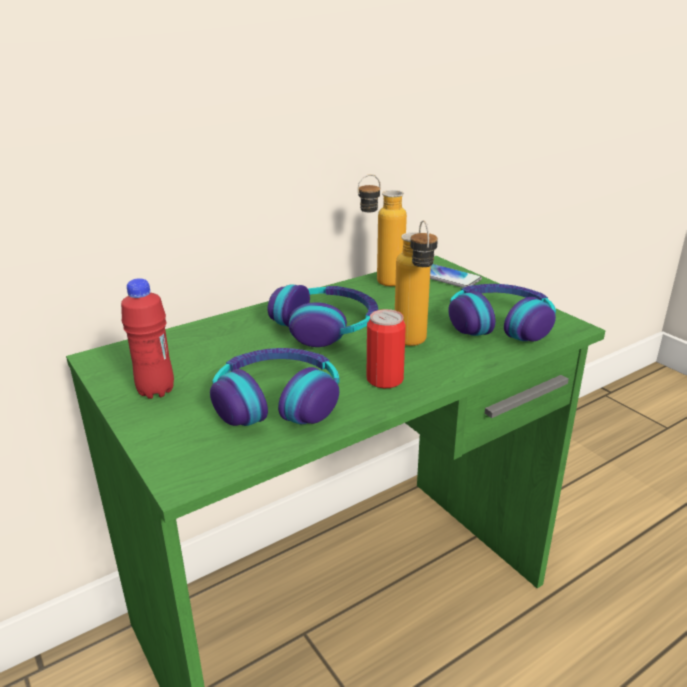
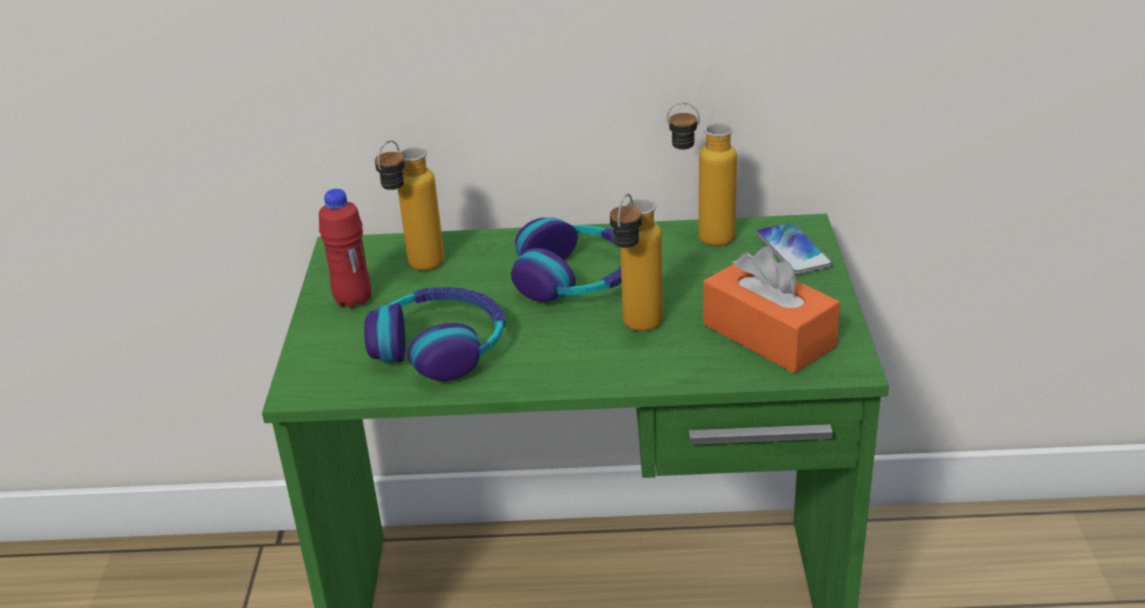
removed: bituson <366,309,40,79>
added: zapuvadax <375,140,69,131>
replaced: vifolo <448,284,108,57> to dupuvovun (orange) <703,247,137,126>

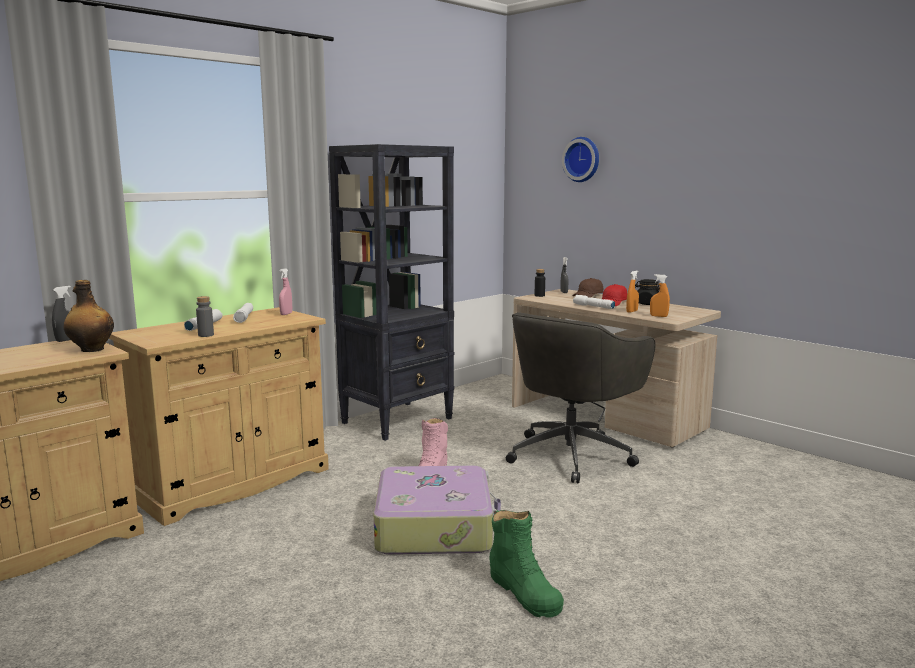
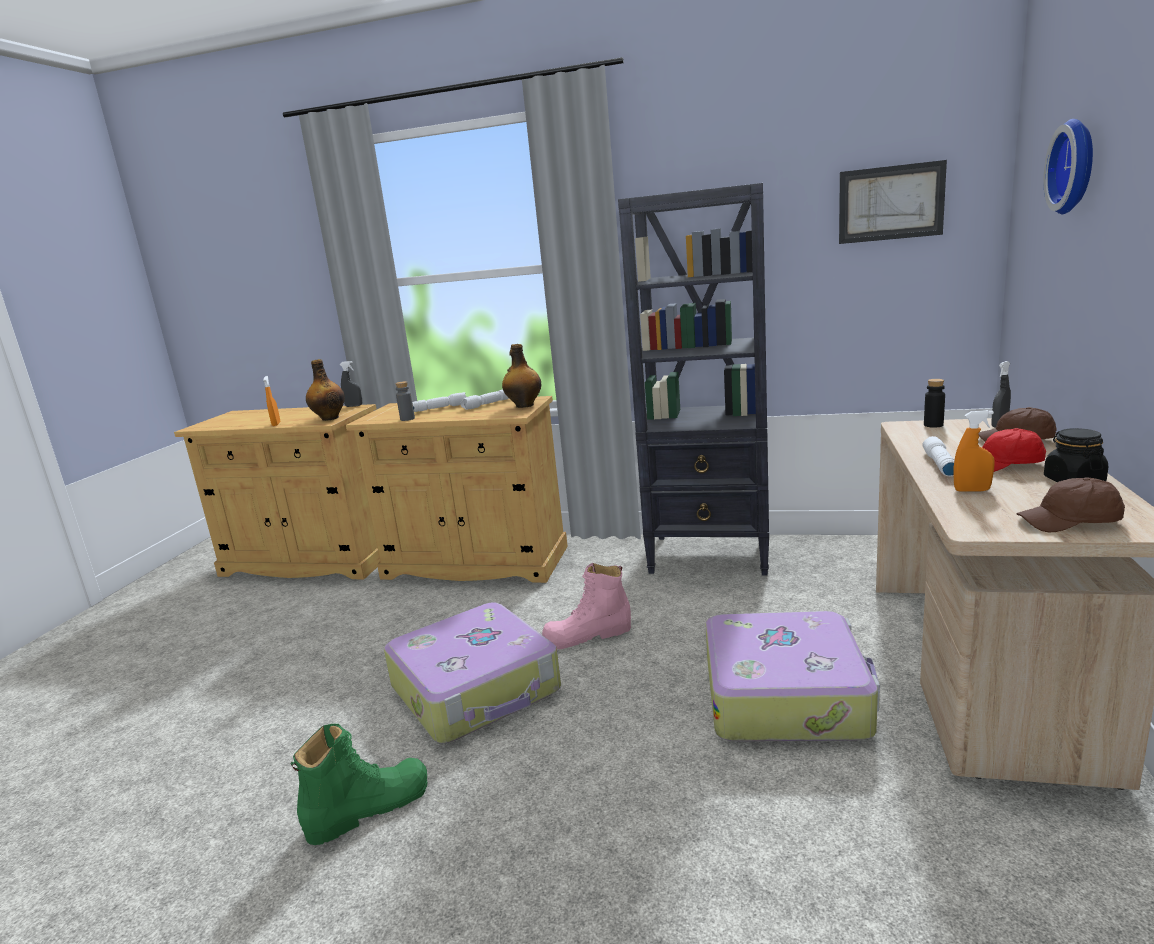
added: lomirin <839,160,108,84>; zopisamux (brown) <1016,477,109,55>
moved: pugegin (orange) <650,274,20,43> to <263,376,17,50>
replaced: pugegin (pink) <279,268,13,47> to zapuvadax <502,344,39,64>; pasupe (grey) <506,312,150,172> to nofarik <705,611,175,130>
turned: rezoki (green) <490,510,74,108> = <290,724,138,121> 150 degrees counterclockwise

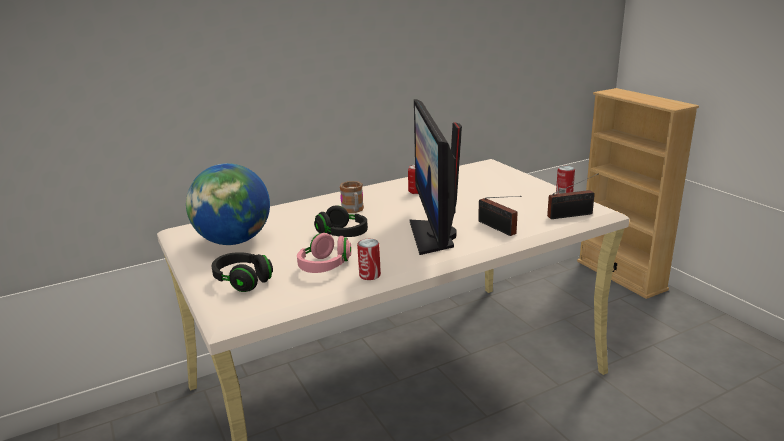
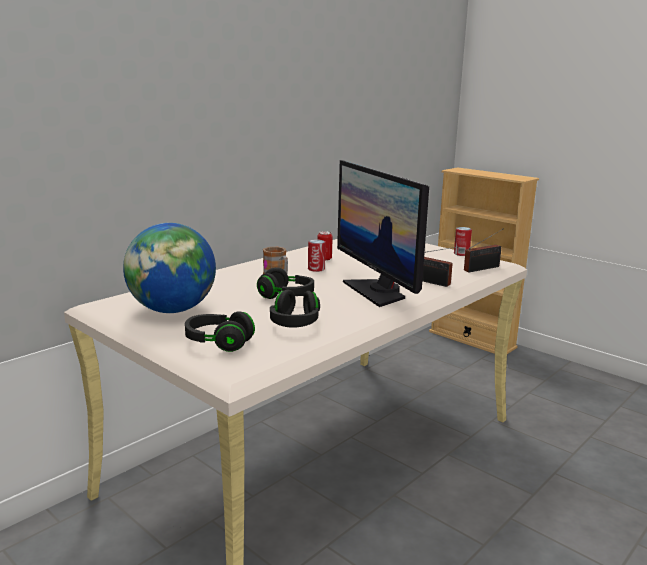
moved: bituson <357,239,24,41> to <308,239,18,33>
recoloured: vifolo (pink) <297,233,55,40> to vifolo (black) <270,290,50,38>

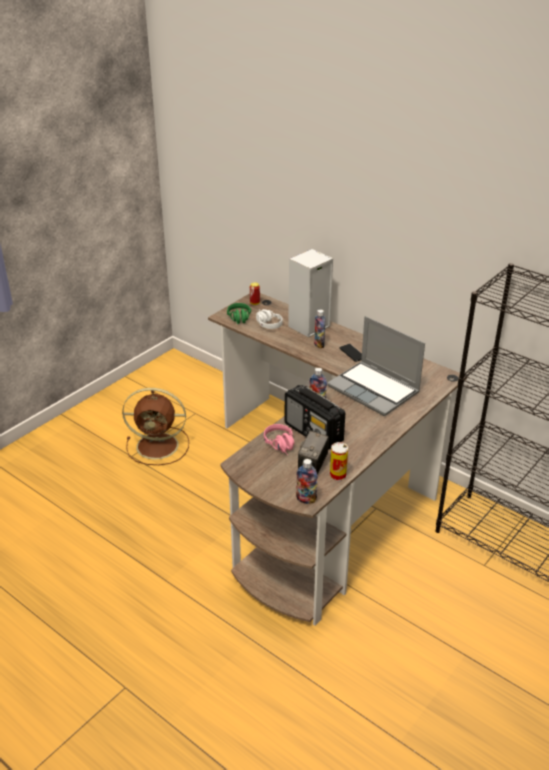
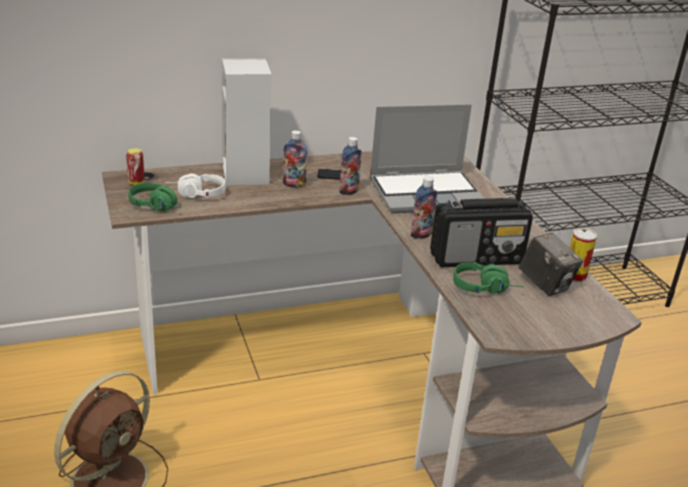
moved: zapuvadax <296,459,22,45> to <339,137,23,58>
recoloured: vifolo (pink) <264,424,30,31> to vifolo (green) <453,262,71,32>

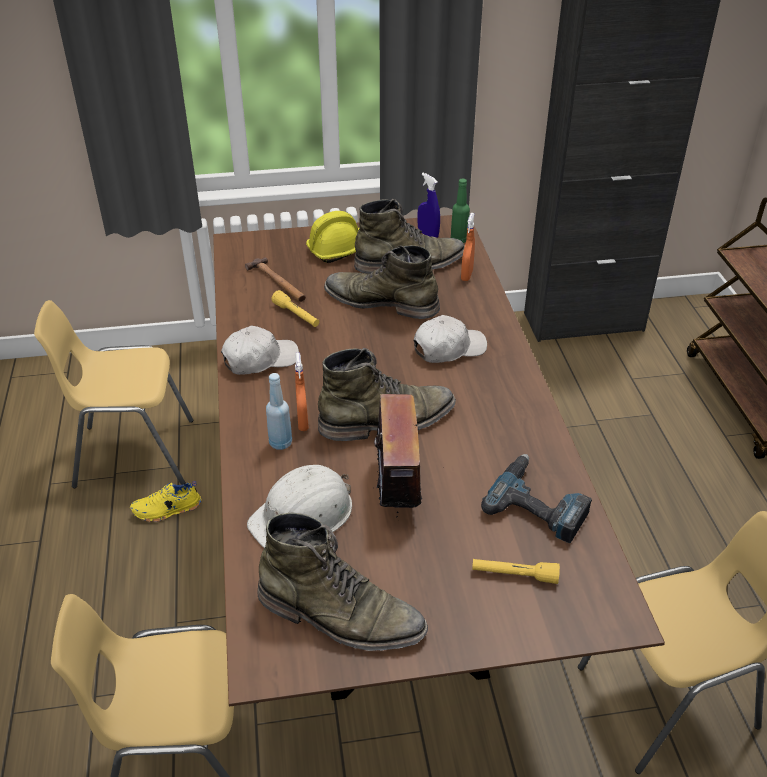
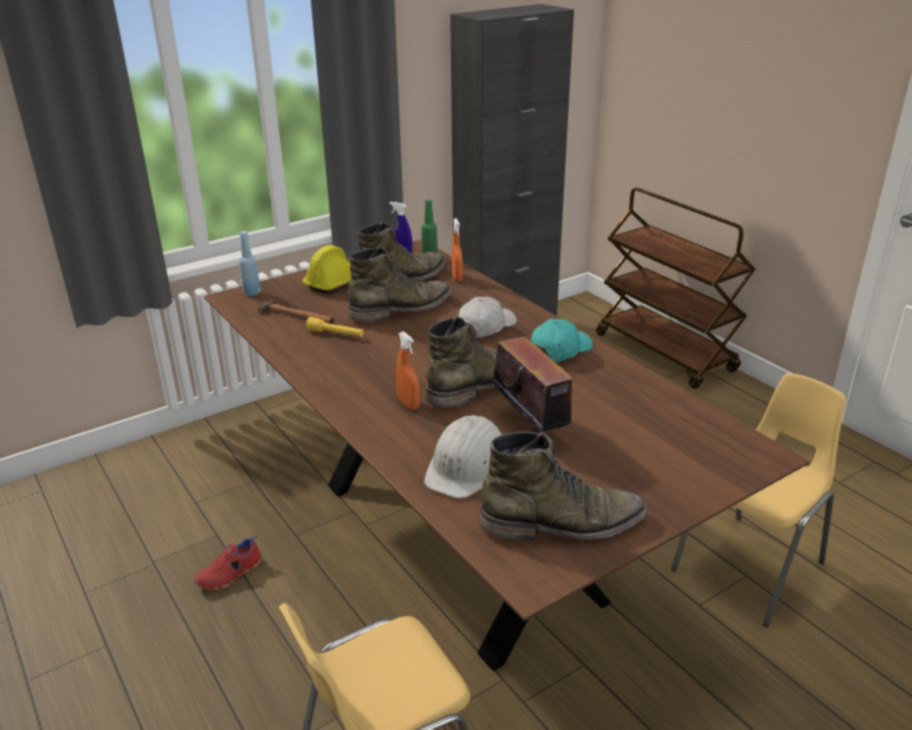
removed: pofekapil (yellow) <34,300,160,188>; zopisamux (white) <221,326,78,49>; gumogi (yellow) <472,559,88,25>; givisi <481,454,111,89>
added: zopisamux (turquoise) <531,319,62,43>
moved: zapuvadax (blue) <266,373,26,77> to <239,231,22,65>
recoloured: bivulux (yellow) <130,481,72,41> to bivulux (red) <194,535,68,55>
turned: rezoki (green) <324,245,116,74> = <348,246,103,76> 150 degrees clockwise

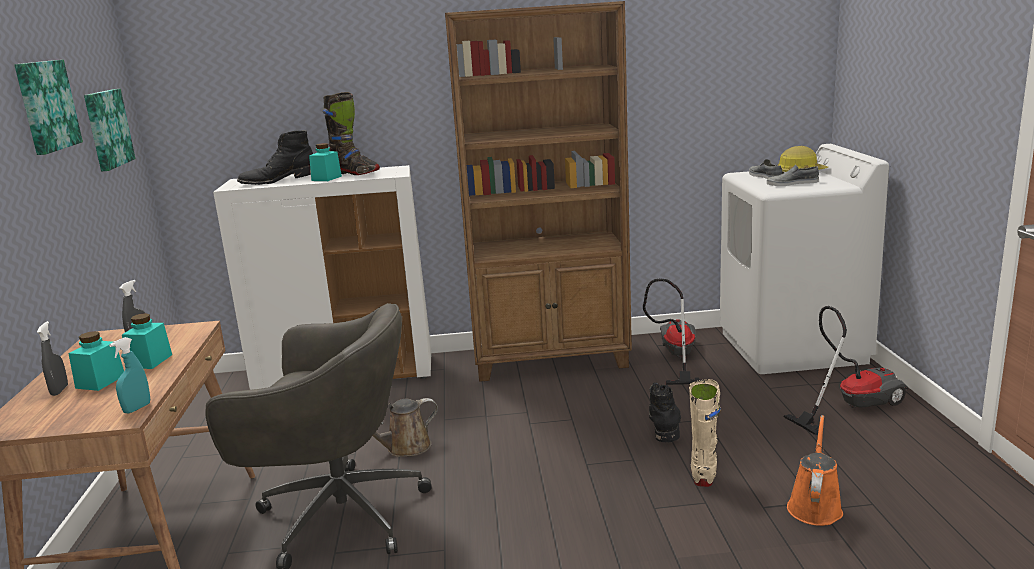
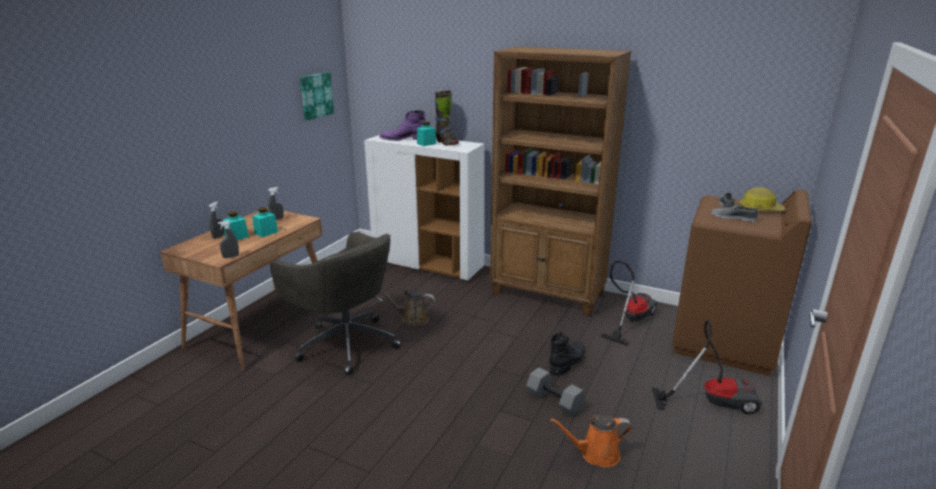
removed: lomirin <14,60,69,95>
replaced: rezoki (beige) <689,379,32,108> to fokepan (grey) <526,368,60,49>
recoloured: pugegin (turquoise) <109,337,41,76> to pugegin (grey) <218,221,21,37>; rezoki (black) <237,130,76,55> to rezoki (purple) <379,110,47,31>; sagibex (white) <720,144,169,230> to sagibex (brown) <672,189,140,187>
turned: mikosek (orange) <787,415,56,111> = <550,415,82,52> 150 degrees counterclockwise

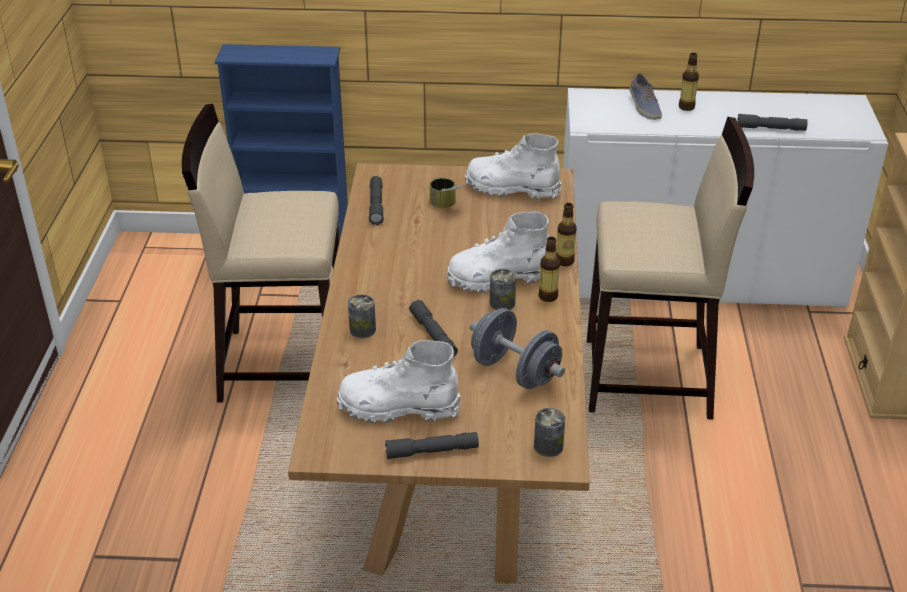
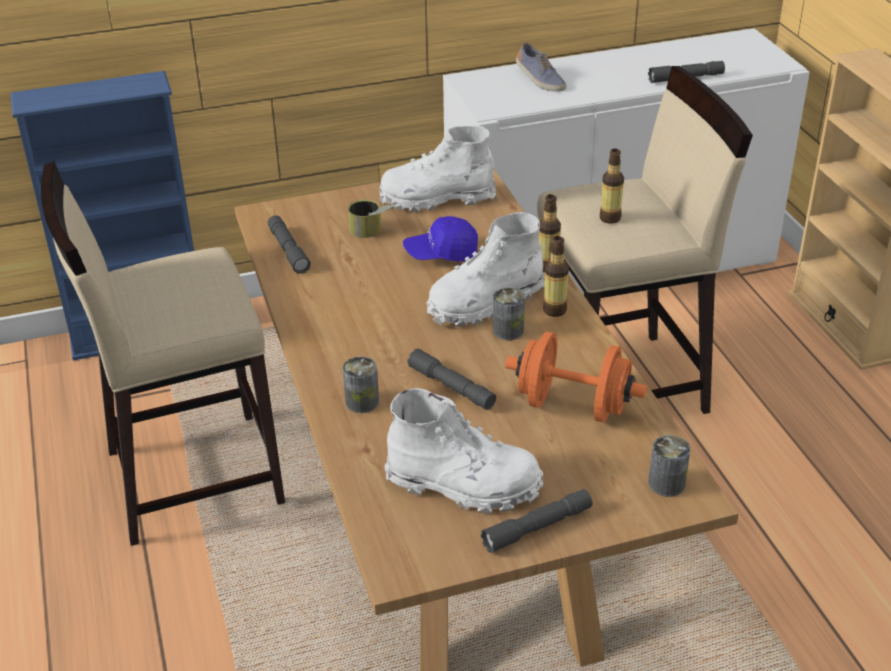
added: zopisamux (blue) <403,216,75,46>
moved: zapuvadax <679,53,20,58> to <600,149,24,75>
recoloured: fokepan (grey) <470,308,95,81> to fokepan (orange) <506,332,141,90>
turned: rezoki (white) <337,340,123,84> = <385,388,158,126> 150 degrees counterclockwise

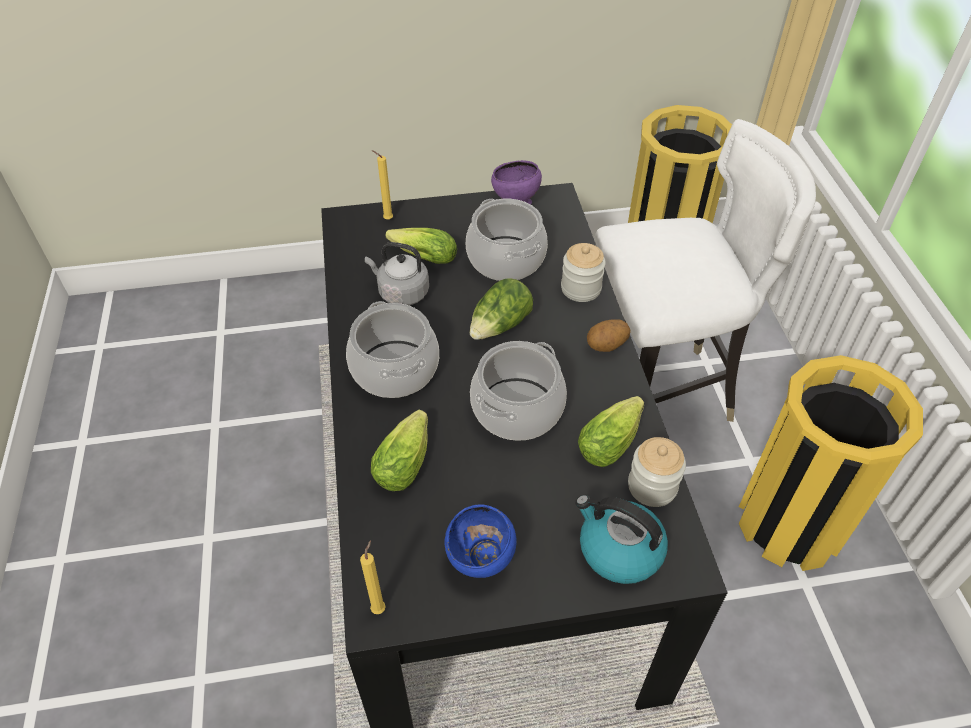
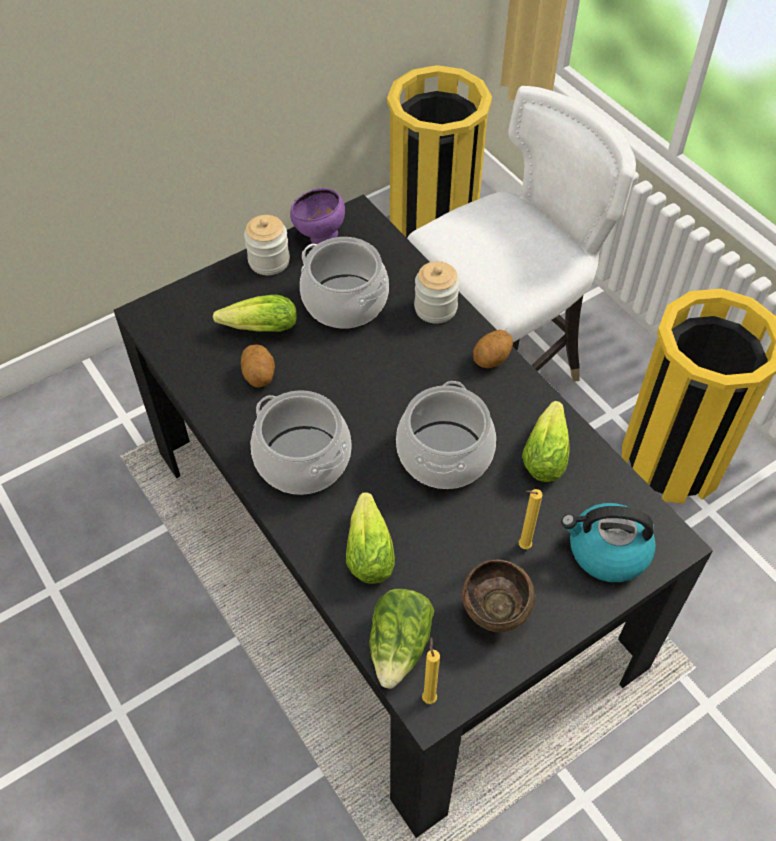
moved: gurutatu <628,437,58,70> to <244,215,46,60>; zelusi <470,279,63,61> to <369,589,65,100>; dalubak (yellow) <372,150,21,70> to <519,489,23,60>
replaced: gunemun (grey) <365,242,64,63> to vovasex <241,344,34,43>
recoloured: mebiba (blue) <444,504,73,74> to mebiba (brown) <462,560,73,72>

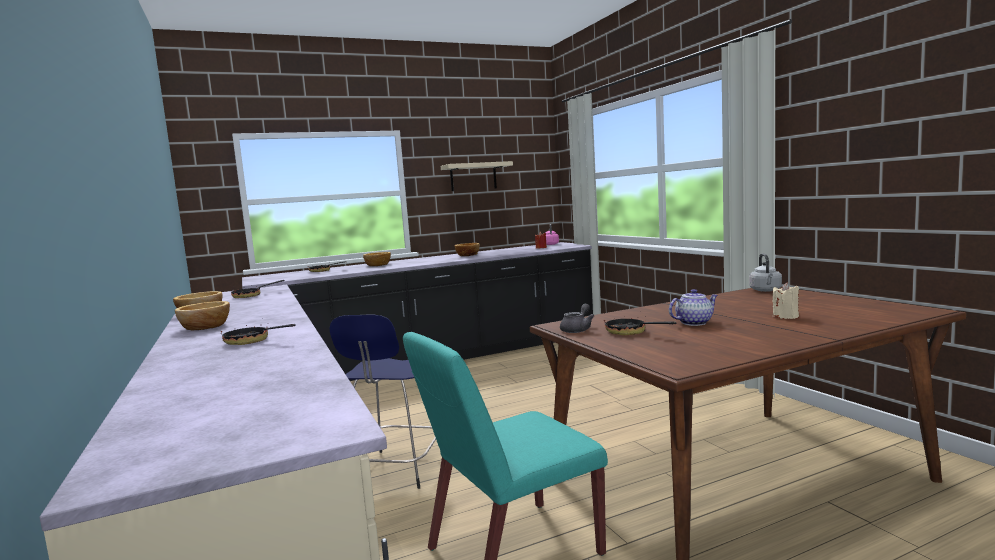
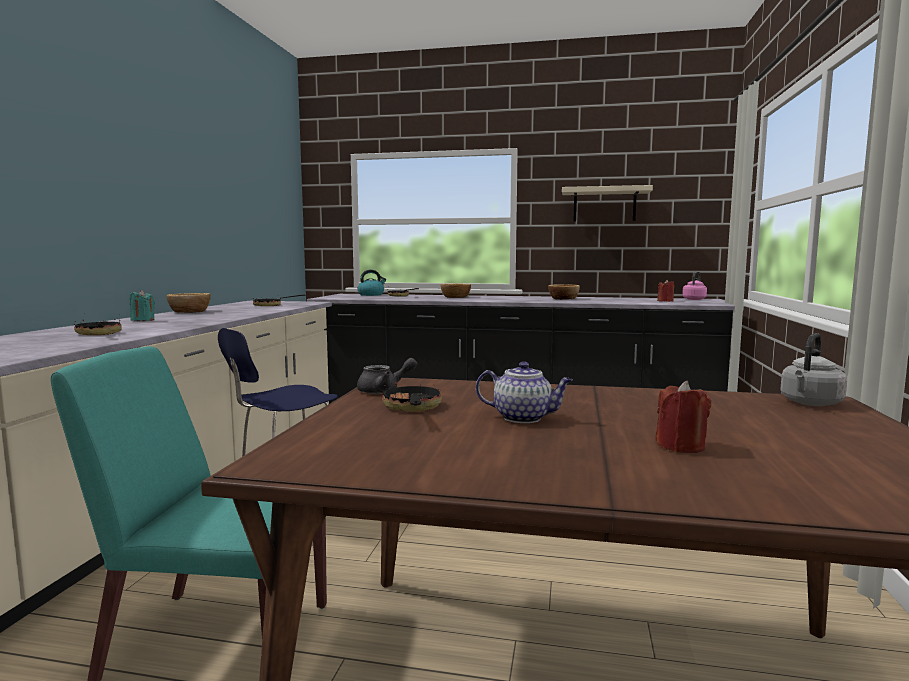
added: gunemun <357,270,29,26>
replaced: mebiba <175,301,55,29> to dalubak (turquoise) <129,290,26,31>
recoloured: dalubak (beige) <772,283,27,36> to dalubak (red) <655,381,56,72>

